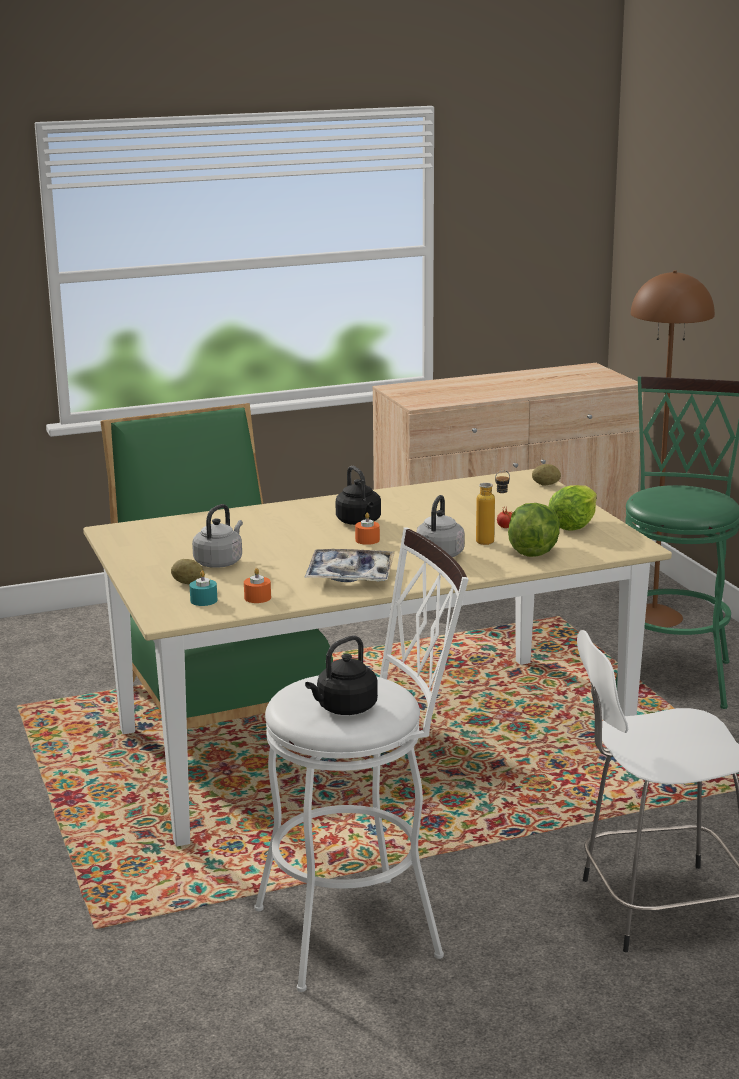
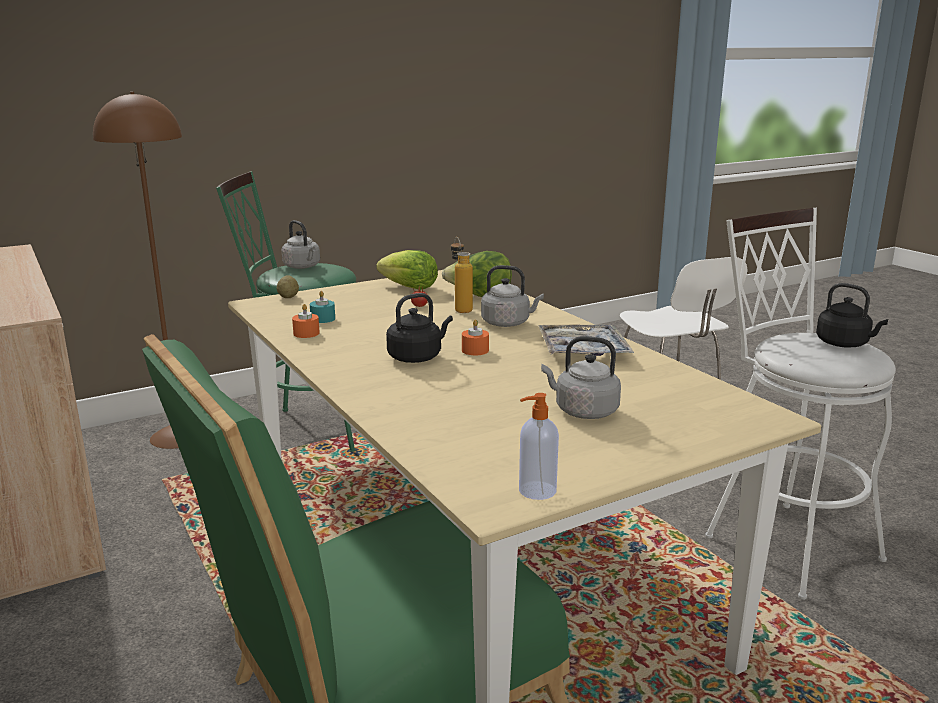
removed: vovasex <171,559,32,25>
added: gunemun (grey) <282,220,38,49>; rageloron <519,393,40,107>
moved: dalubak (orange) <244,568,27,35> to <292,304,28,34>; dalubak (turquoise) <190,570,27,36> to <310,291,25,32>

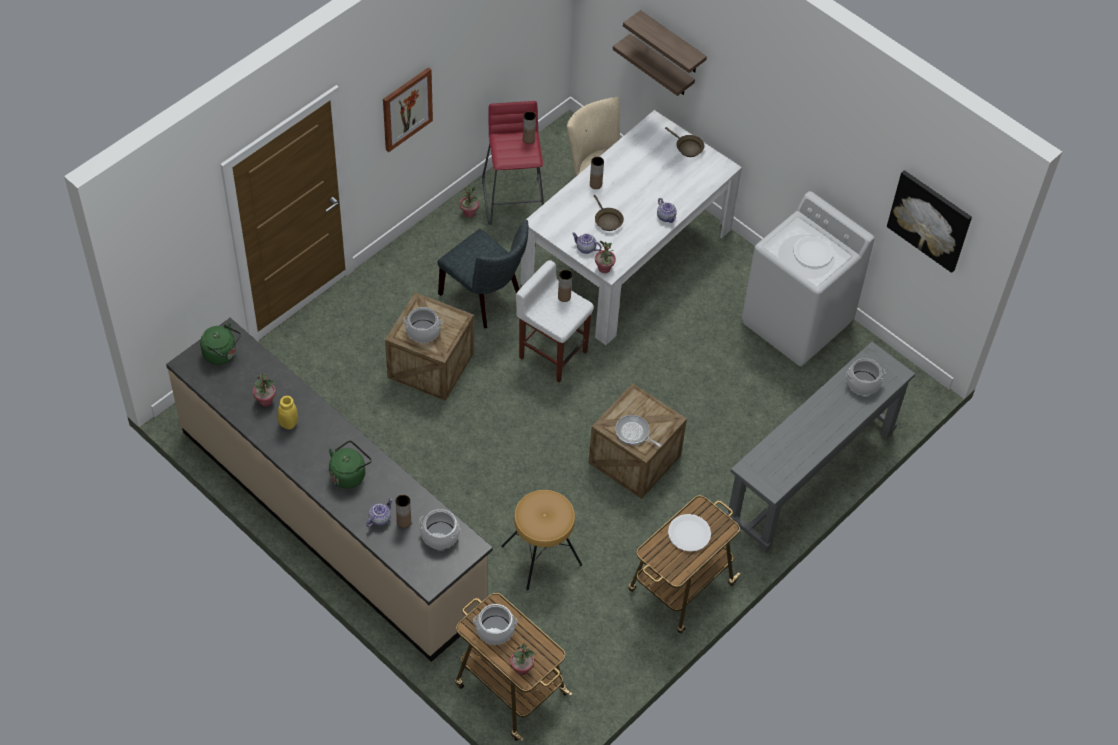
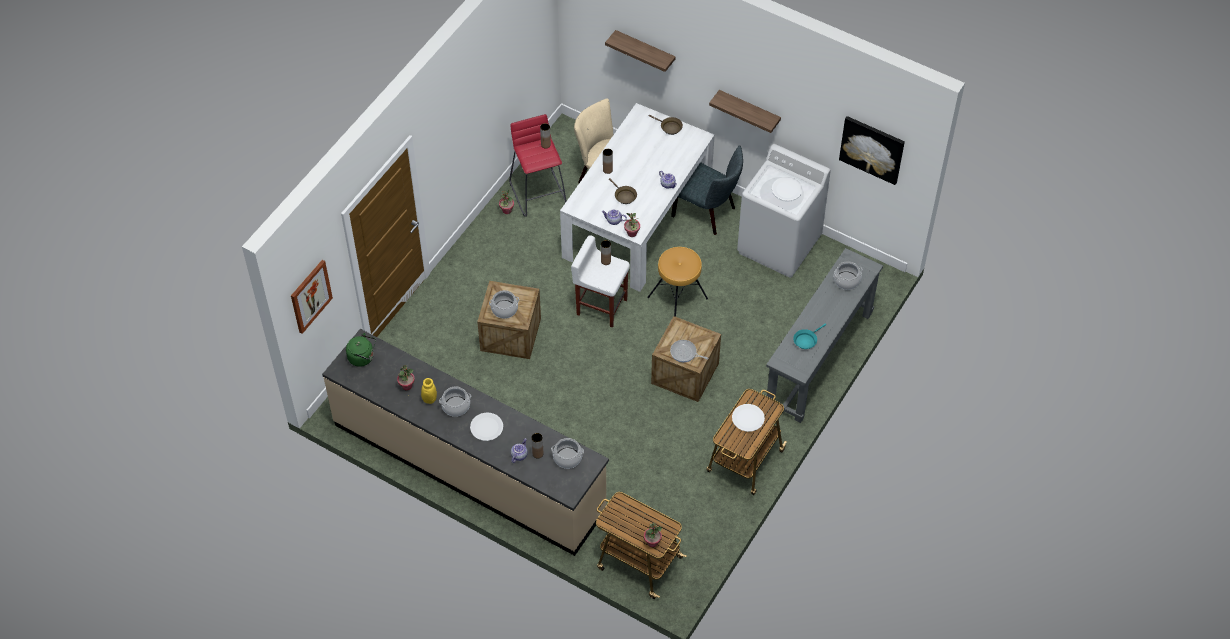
added: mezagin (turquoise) <793,324,33,25>
moved: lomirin <383,67,50,85> to <291,260,42,74>; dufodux <473,604,45,41> to <439,387,32,30>; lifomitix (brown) <501,490,81,100> to <647,247,61,70>; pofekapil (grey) <438,220,90,108> to <671,145,72,90>; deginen <613,34,82,62> to <709,90,72,43>
replaced: gunemun (green) <329,440,43,49> to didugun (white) <470,412,33,29>

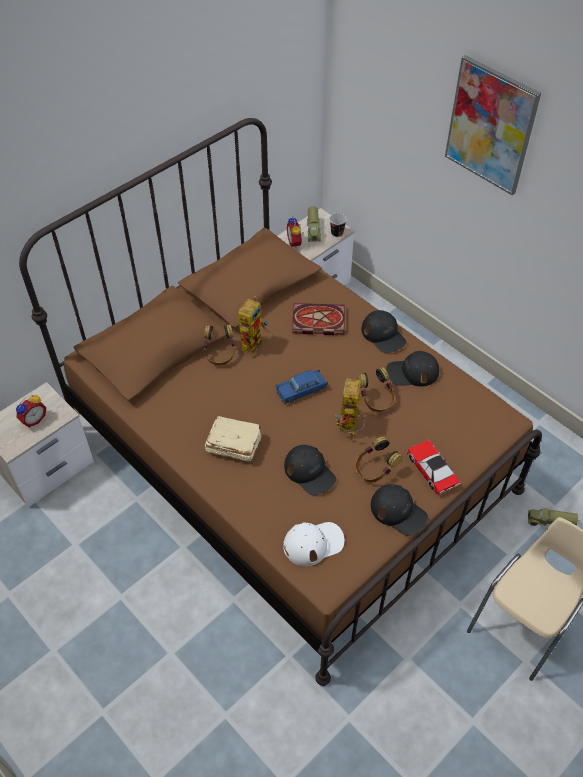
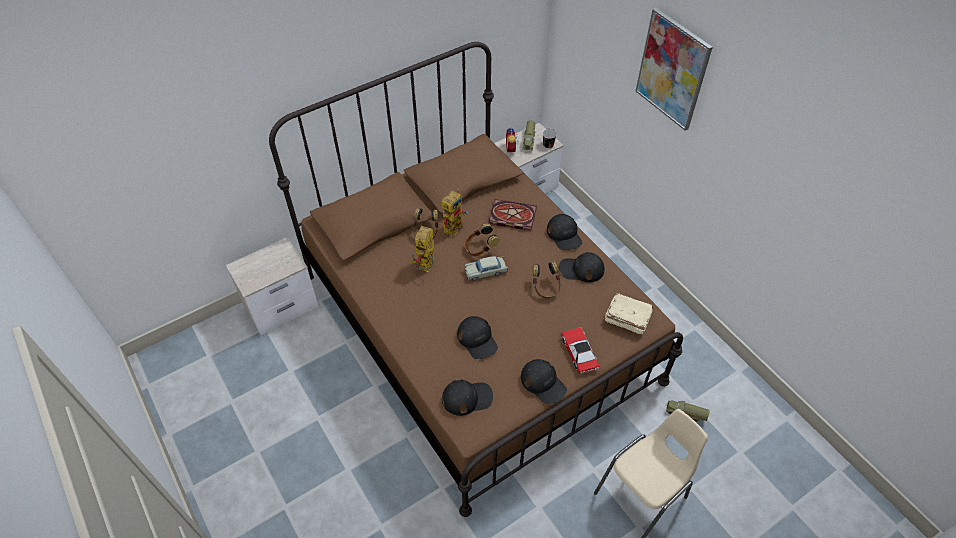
removed: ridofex <16,395,30,32>
moved: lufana <335,378,30,55> to <411,226,24,46>; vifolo <355,436,47,46> to <465,223,34,33>; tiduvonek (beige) <205,416,57,46> to <605,293,49,41>
recoloured: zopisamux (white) <283,522,61,44> to zopisamux (black) <442,379,51,37>; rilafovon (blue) <276,369,52,35> to rilafovon (beige) <464,256,44,25>

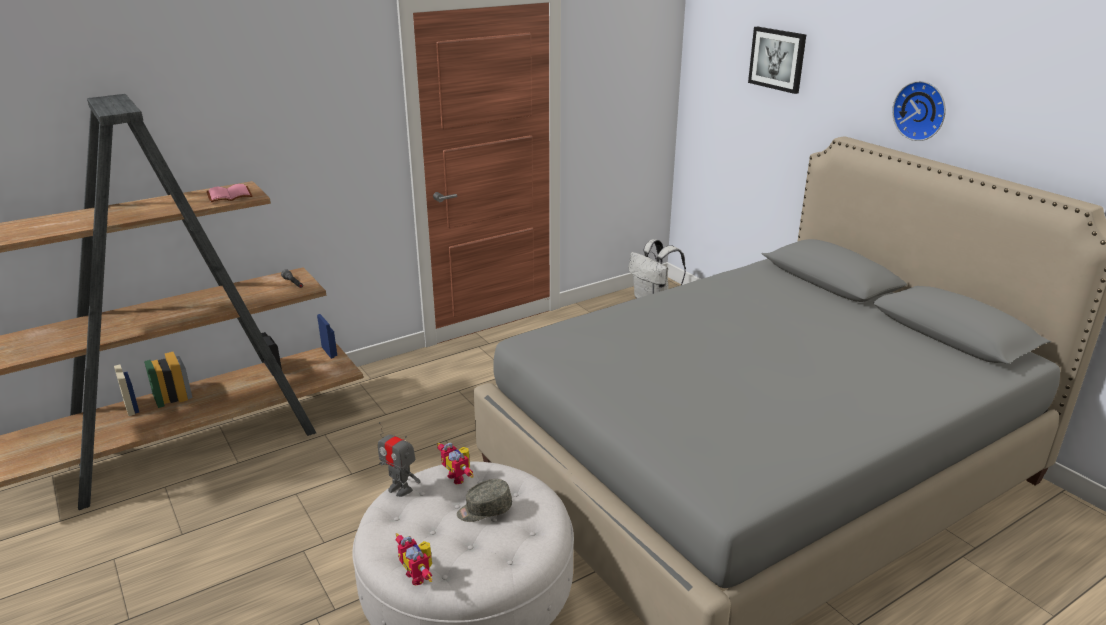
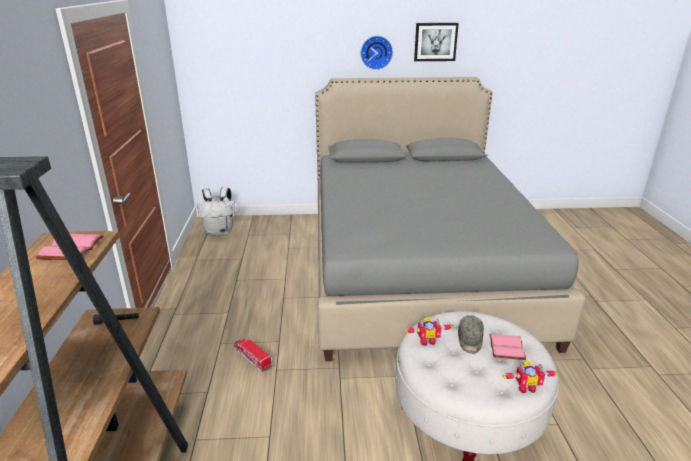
removed: lufana <378,422,43,75>
added: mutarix <234,338,38,34>; tiduvonek (pink) <489,334,37,26>
moved: lomirin <748,27,58,67> to <414,23,45,38>

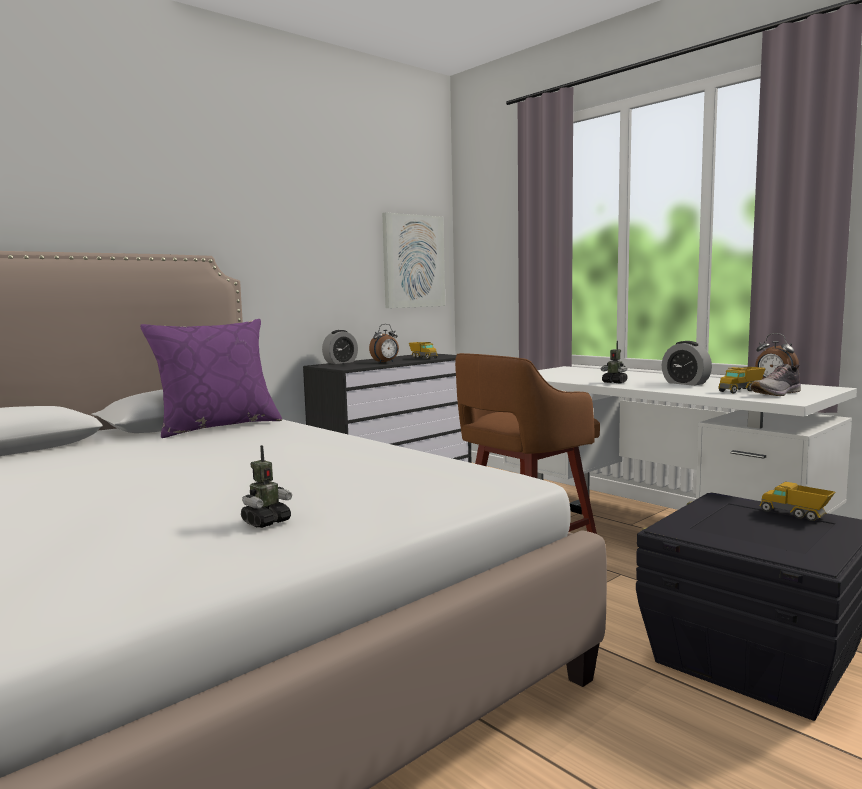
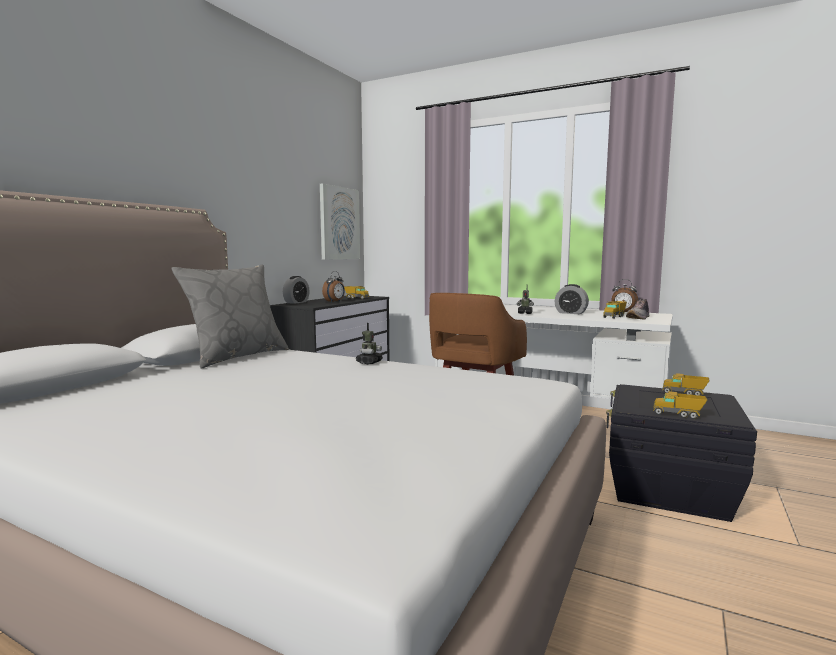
added: mutarix <653,391,54,28>
moved: lufana <241,445,51,83> to <356,323,27,41>
recoloured: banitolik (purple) <140,319,142,119> to banitolik (grey) <171,265,118,103>

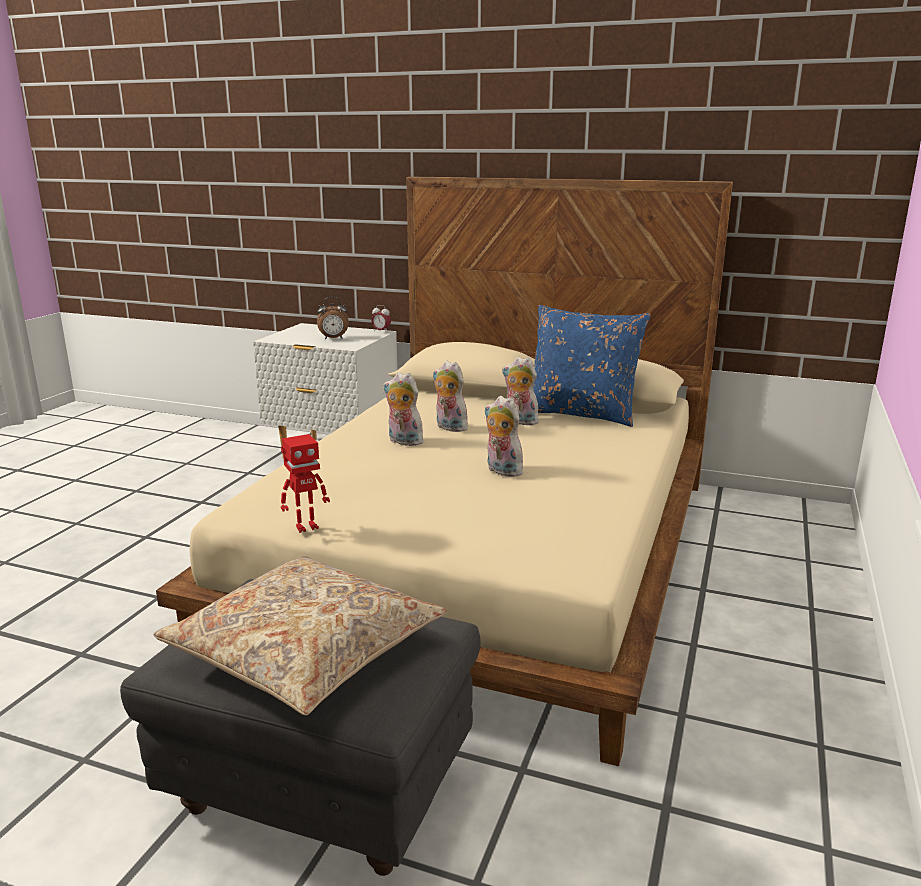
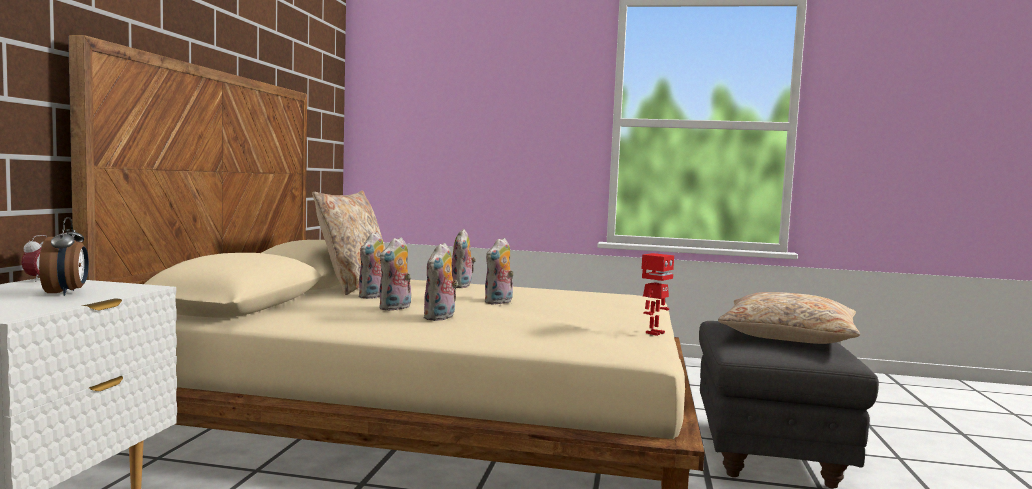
added: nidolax <452,229,24,59>
recoloured: banitolik (blue) <533,305,118,122> to banitolik (beige) <312,191,73,104>
turned: lufana <281,434,49,99> = <642,253,32,83> 75 degrees clockwise

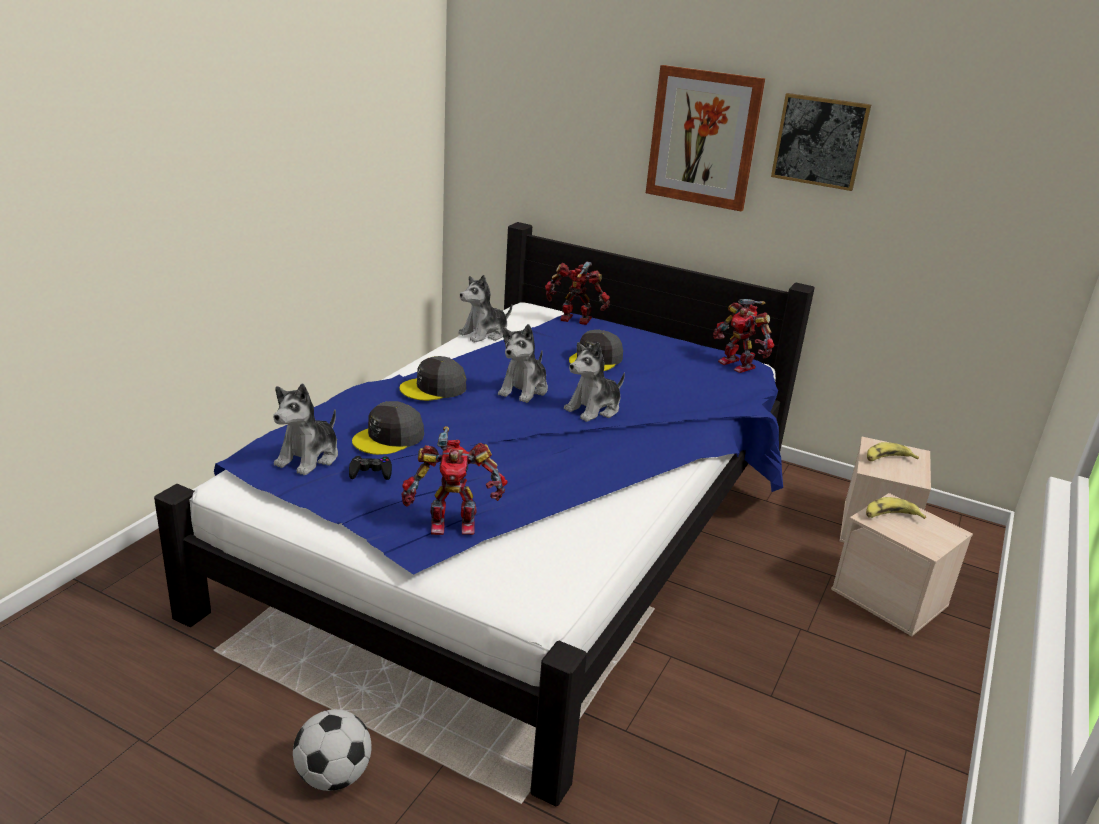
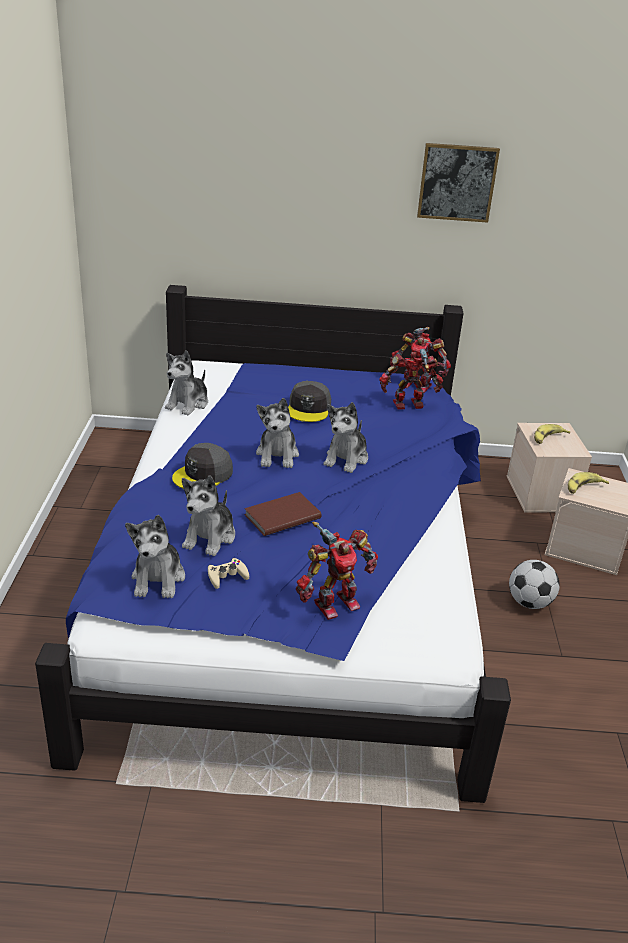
removed: lomirin <646,65,120,147>
added: tiduvonek (brown) <244,492,77,44>
moved: lufana <545,262,65,63> to <379,349,64,61>; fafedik <293,709,78,82> to <509,560,51,49>
replaced: zopisamux (grey) <352,401,72,54> to nidolax <182,475,53,81>
recoloured: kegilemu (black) <349,456,43,24> to kegilemu (beige) <208,558,41,31>

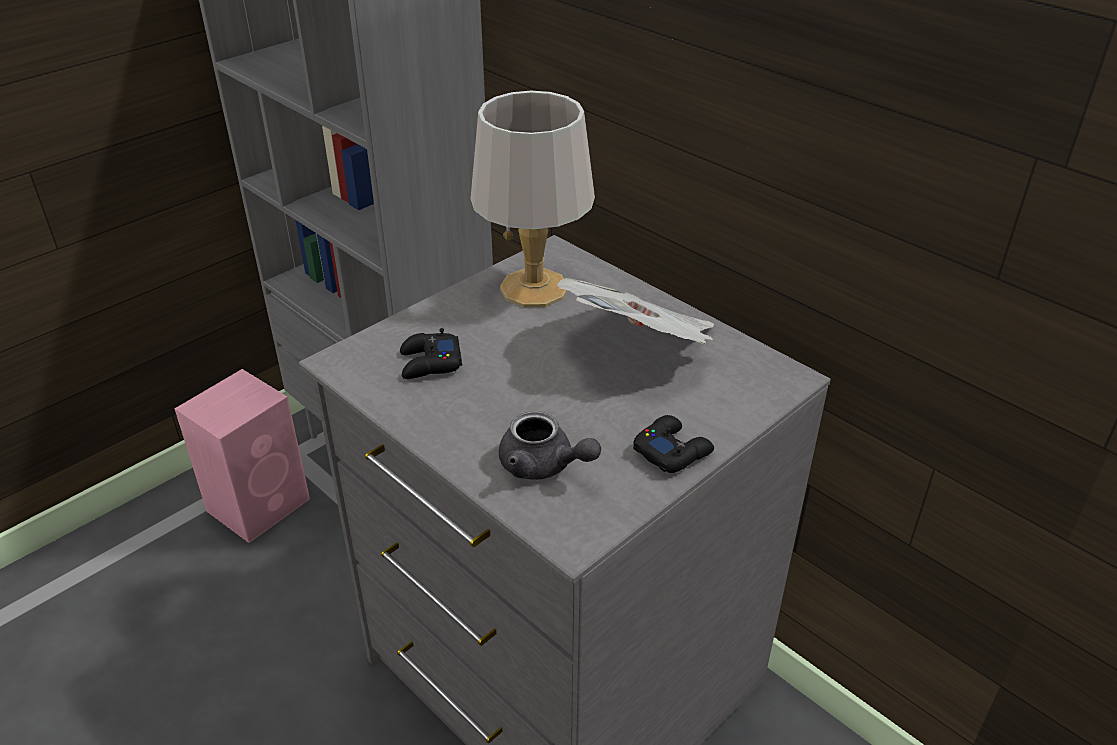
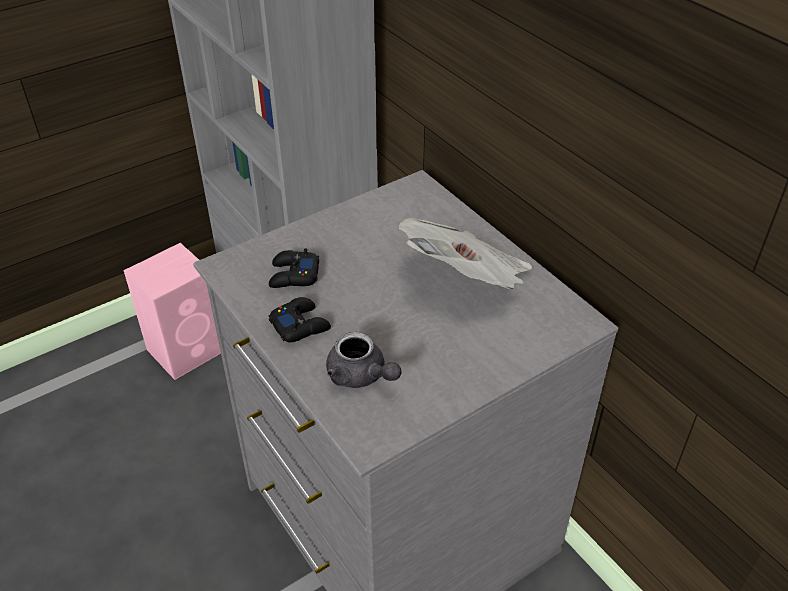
removed: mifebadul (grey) <471,91,124,216>
moved: kegilemu (black) <633,415,81,58> to <268,297,63,45>

